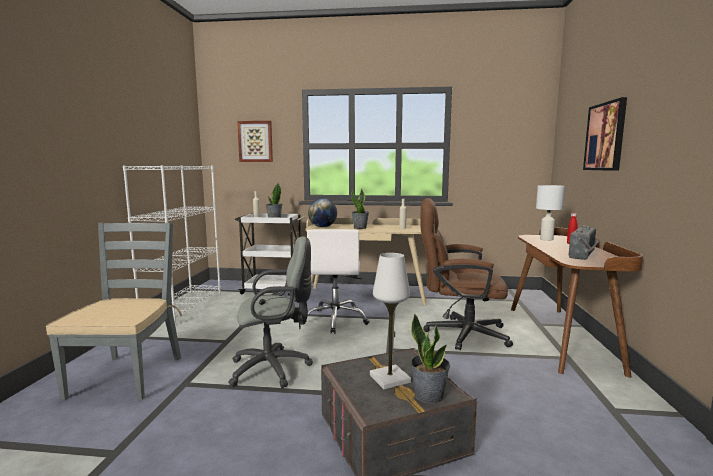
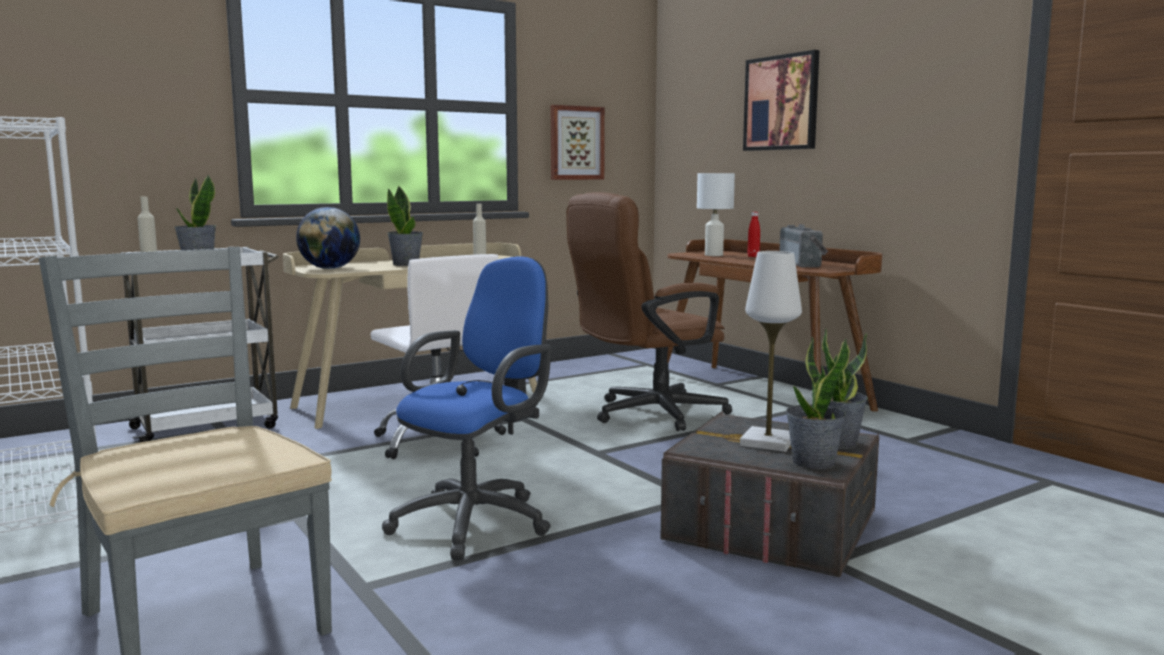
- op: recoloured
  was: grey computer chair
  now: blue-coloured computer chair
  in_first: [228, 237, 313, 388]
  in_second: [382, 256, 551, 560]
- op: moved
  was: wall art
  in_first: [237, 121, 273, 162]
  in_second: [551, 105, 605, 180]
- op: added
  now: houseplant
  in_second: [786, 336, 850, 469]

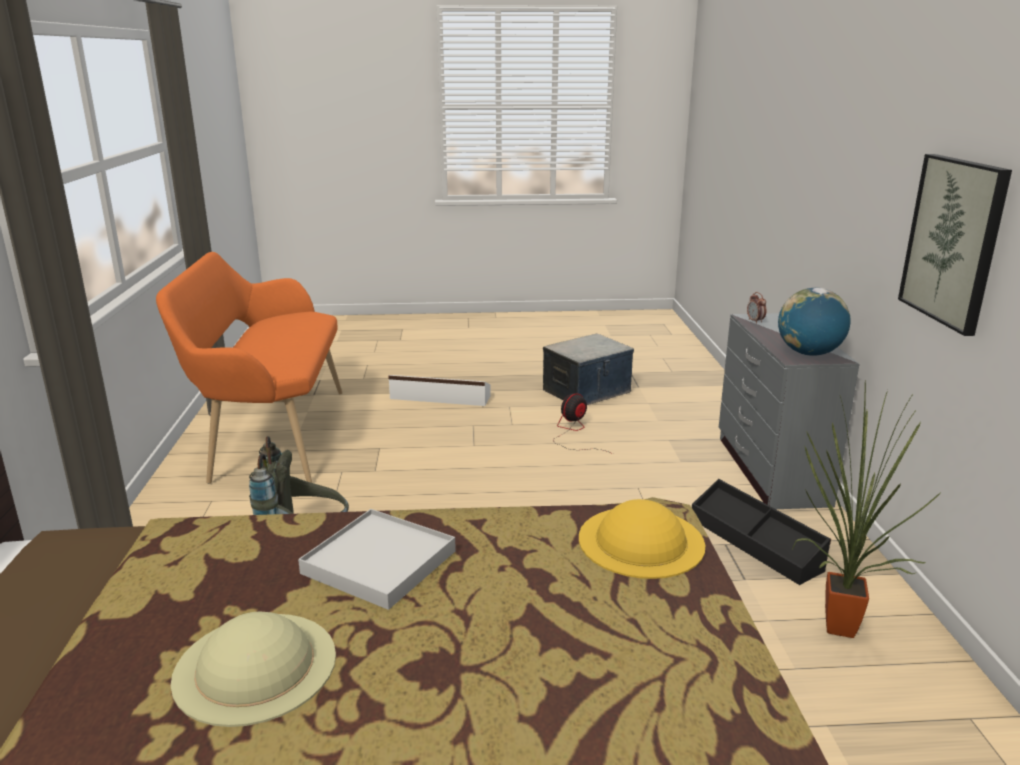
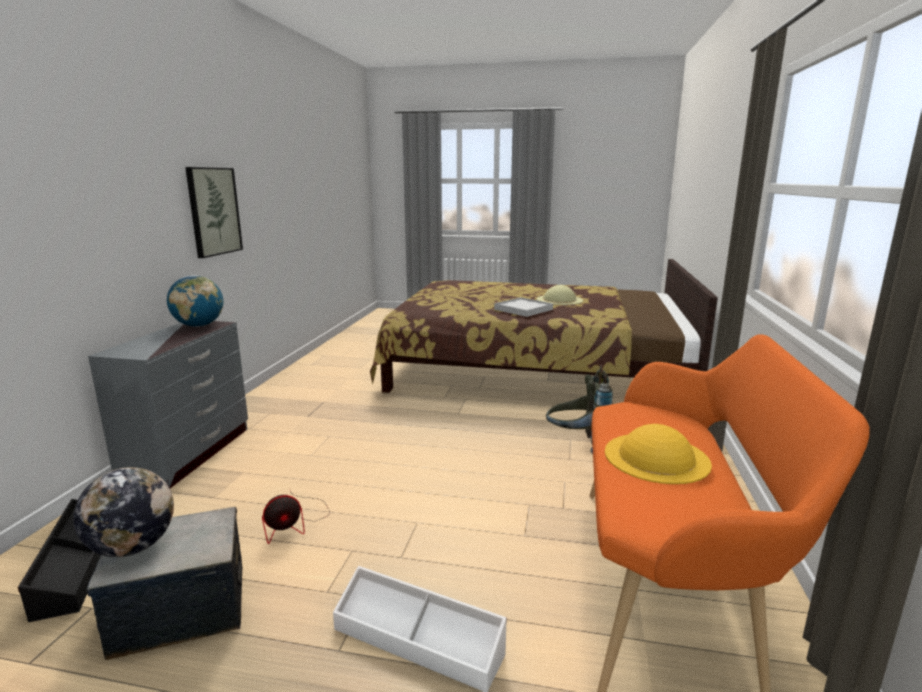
- op: moved
  was: blackish storage container
  in_first: [692, 479, 831, 585]
  in_second: [18, 499, 101, 622]
- op: added
  now: world globe
  in_second: [73, 467, 174, 557]
- op: moved
  was: yellow wearable hat
  in_first: [579, 499, 705, 579]
  in_second: [605, 424, 712, 484]
- op: removed
  was: bedside clock
  in_first: [747, 292, 767, 324]
- op: removed
  was: houseplant
  in_first: [792, 381, 941, 638]

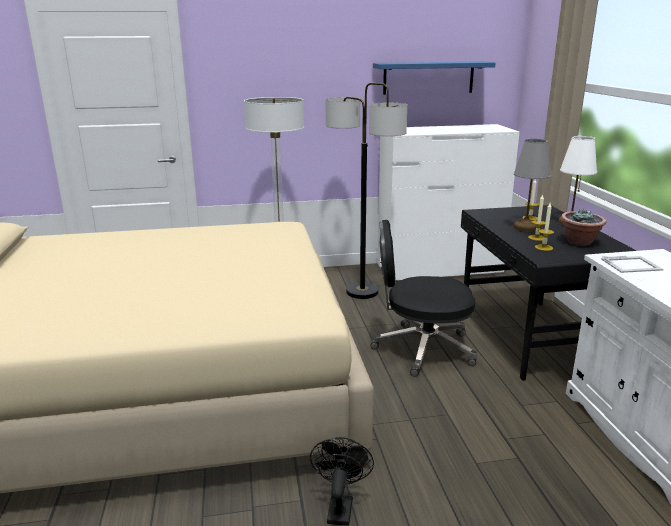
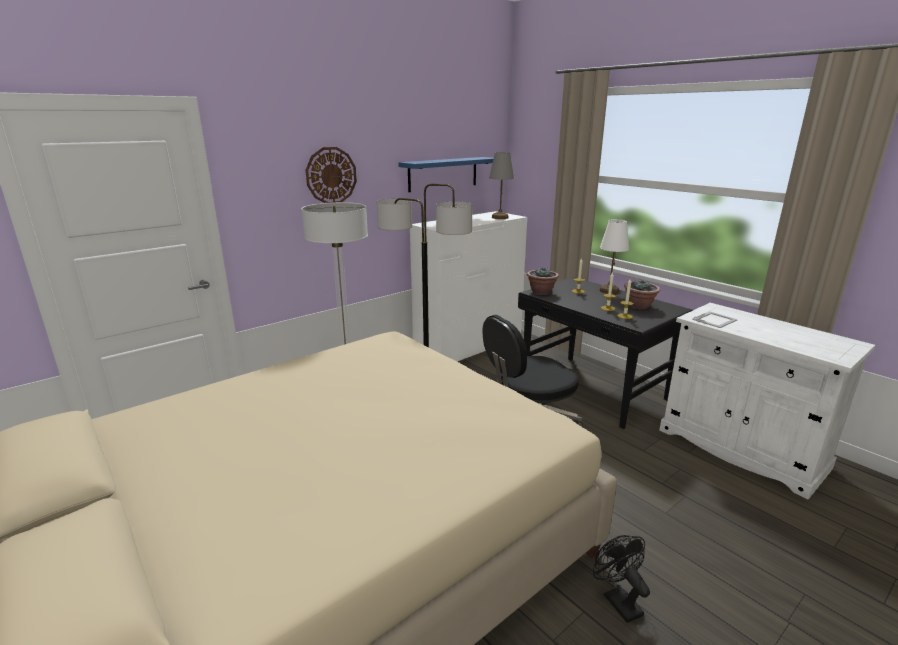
- op: added
  now: hanging clock
  in_second: [305, 147, 357, 203]
- op: moved
  was: grey table lamp
  in_first: [514, 139, 551, 232]
  in_second: [489, 152, 514, 219]
- op: added
  now: houseplant
  in_second: [527, 267, 559, 295]

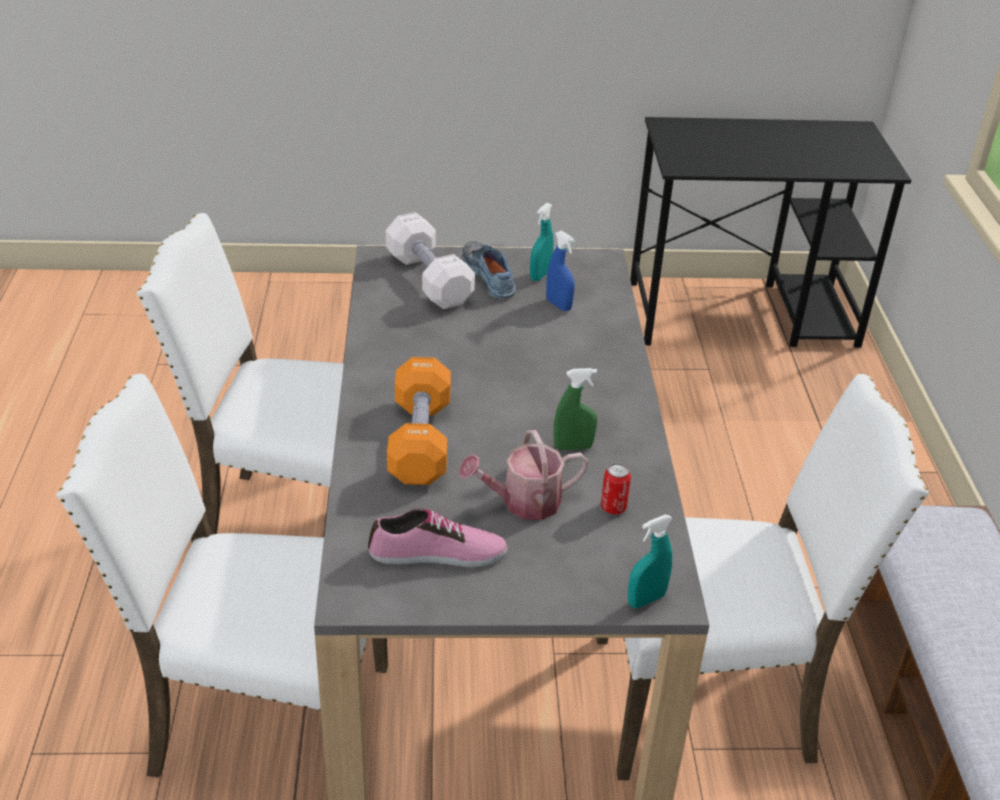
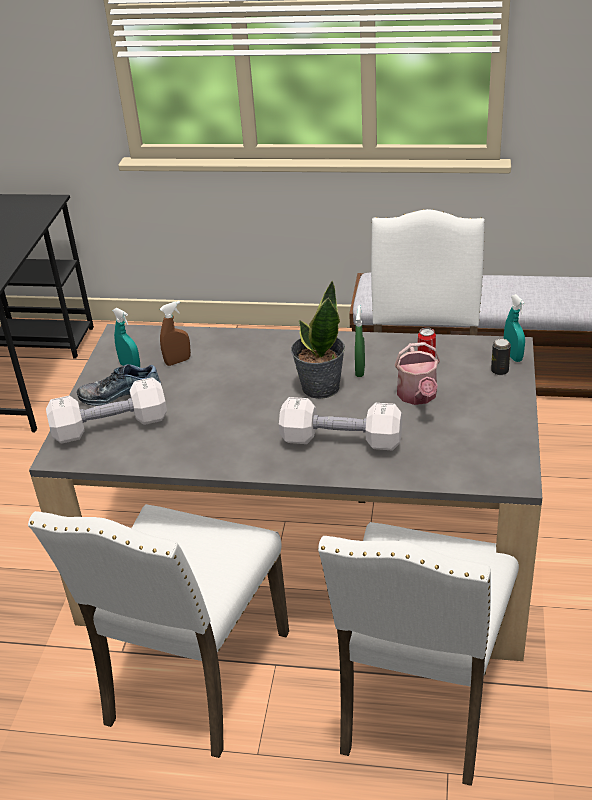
- op: recoloured
  was: blue-coloured spray bottle
  now: brown spray bottle
  in_first: [546, 231, 575, 311]
  in_second: [160, 301, 191, 366]
- op: recoloured
  was: orange-coloured hand weight
  now: white-coloured hand weight
  in_first: [387, 357, 451, 485]
  in_second: [279, 397, 402, 451]
- op: added
  now: houseplant
  in_second: [291, 280, 345, 399]
- op: added
  now: metal can
  in_second: [491, 339, 511, 375]
- op: removed
  was: shoe
  in_first: [368, 509, 507, 567]

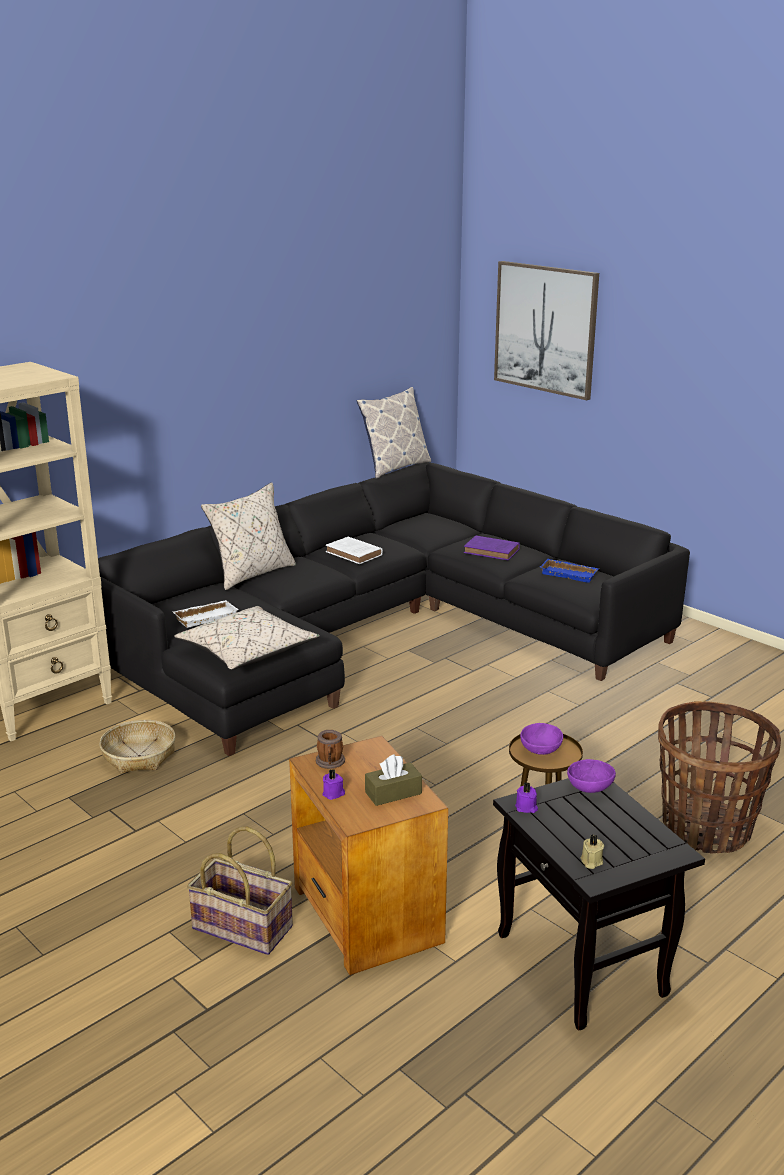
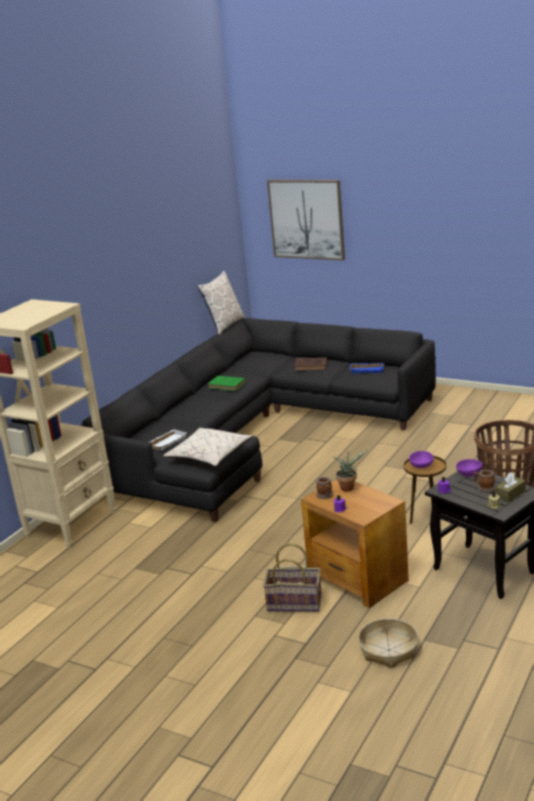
- op: recoloured
  was: white-coloured book
  now: green book
  in_first: [326, 537, 383, 564]
  in_second: [208, 376, 246, 391]
- op: recoloured
  was: purple-coloured book
  now: brown book
  in_first: [464, 535, 520, 560]
  in_second: [294, 358, 327, 371]
- op: added
  now: houseplant
  in_second: [334, 450, 367, 492]
- op: moved
  was: storage basket
  in_first: [99, 720, 175, 773]
  in_second: [358, 618, 419, 668]
- op: added
  now: coffee mug
  in_second: [474, 470, 496, 493]
- op: moved
  was: brown tissue holder
  in_first: [365, 755, 422, 806]
  in_second: [496, 472, 526, 503]
- op: removed
  was: beige-coloured throw pillow
  in_first: [201, 483, 296, 590]

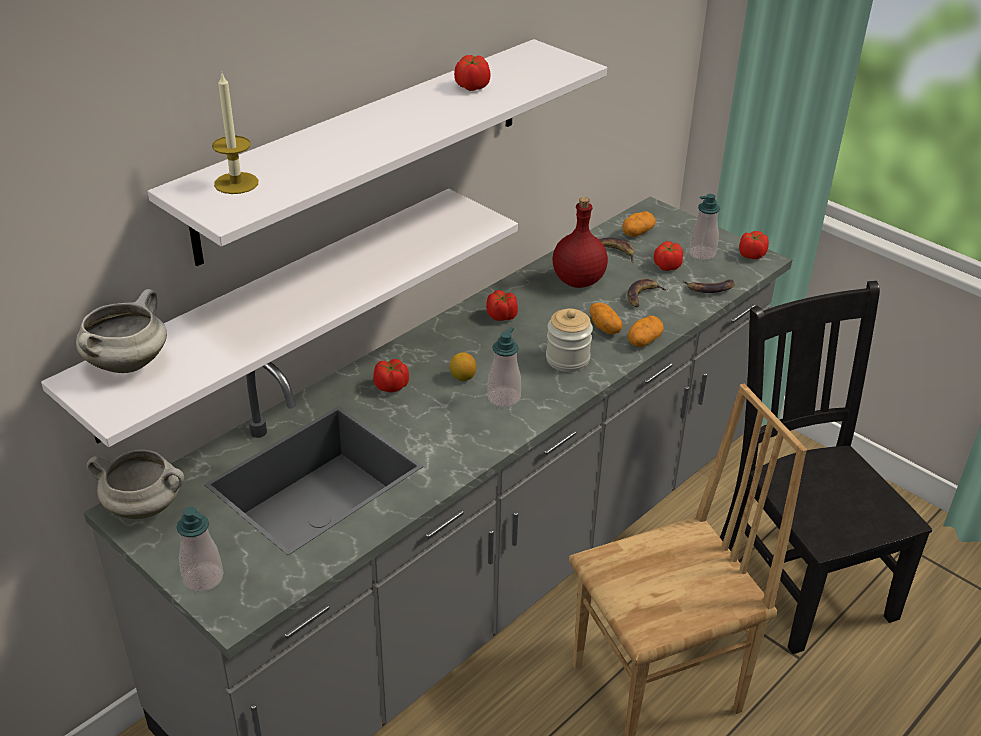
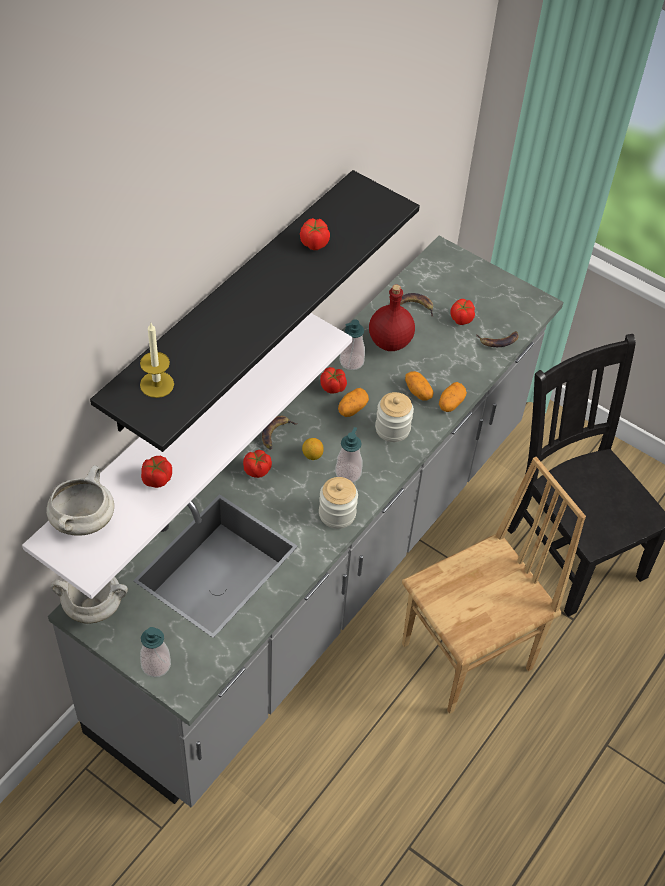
- op: recoloured
  was: white-coloured wall shelf
  now: blackish wall shelf
  in_first: [148, 39, 607, 266]
  in_second: [90, 170, 420, 452]
- op: moved
  was: fresh tomato
  in_first: [739, 231, 769, 259]
  in_second: [141, 456, 172, 488]
- op: moved
  was: banana
  in_first: [627, 279, 668, 308]
  in_second: [262, 416, 298, 449]
- op: added
  now: preserve jar
  in_second: [319, 477, 358, 529]
- op: moved
  was: potato
  in_first: [622, 211, 656, 237]
  in_second: [338, 388, 369, 417]
- op: moved
  was: soap dispenser
  in_first: [688, 194, 720, 260]
  in_second: [340, 319, 365, 370]

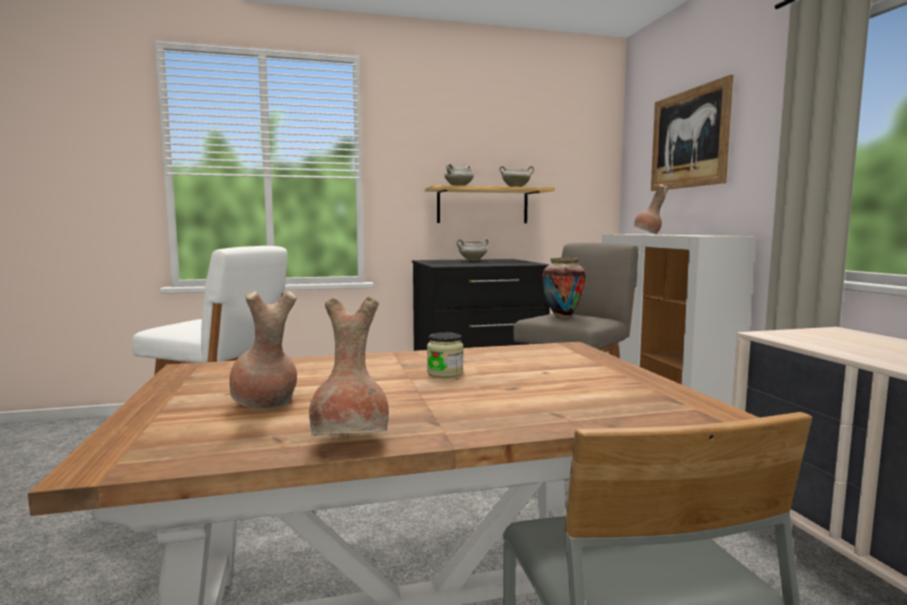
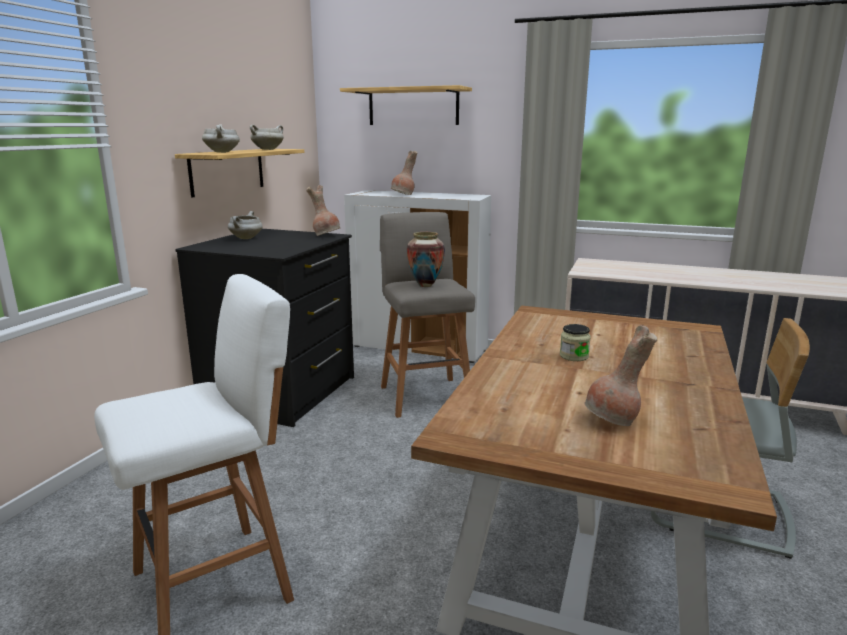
- op: moved
  was: brown vase
  in_first: [309, 296, 389, 436]
  in_second: [306, 185, 340, 236]
- op: replaced
  was: wall art
  now: wall shelf
  in_first: [651, 75, 733, 191]
  in_second: [340, 85, 472, 125]

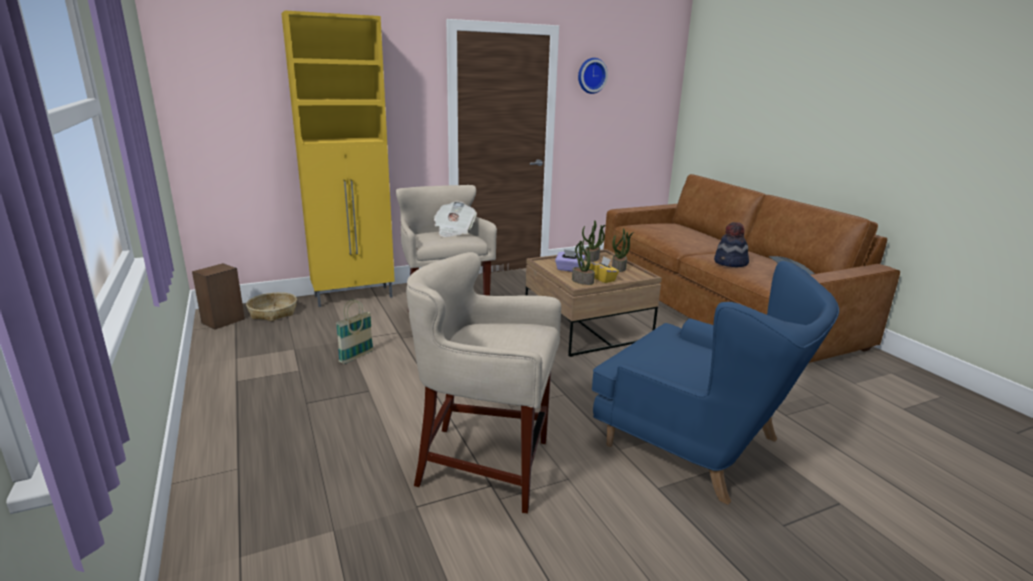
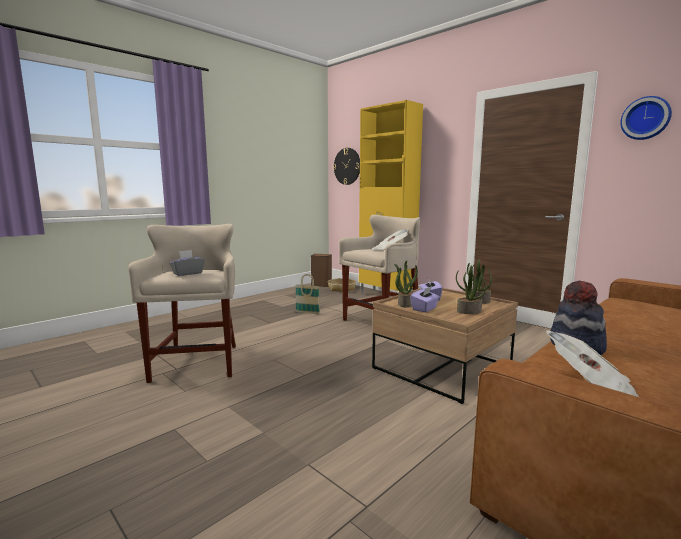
- op: added
  now: grey tissue holder
  in_second: [169, 250, 205, 276]
- op: added
  now: hanging clock
  in_second: [333, 148, 360, 185]
- op: recoloured
  was: yellow tissue holder
  now: purple-coloured tissue holder
  in_first: [589, 256, 619, 283]
  in_second: [411, 286, 440, 312]
- op: removed
  was: blue-coloured lounge chair
  in_first: [592, 261, 839, 505]

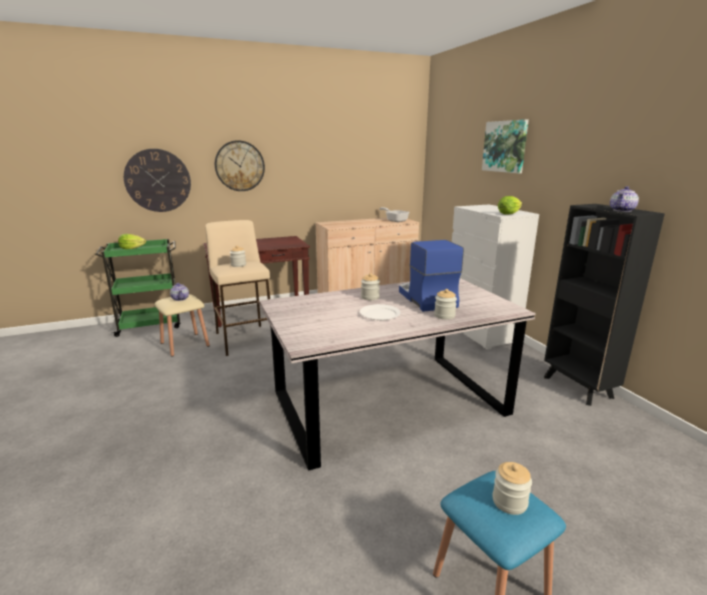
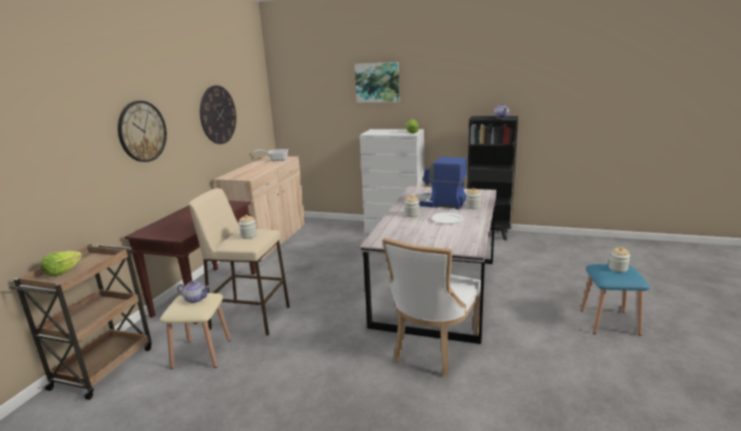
- op: recoloured
  was: green cart
  now: brown cart
  in_first: [95, 239, 180, 337]
  in_second: [9, 244, 152, 400]
- op: moved
  was: hanging clock
  in_first: [124, 149, 191, 212]
  in_second: [200, 85, 236, 144]
- op: added
  now: white-coloured chair
  in_second: [382, 238, 481, 377]

